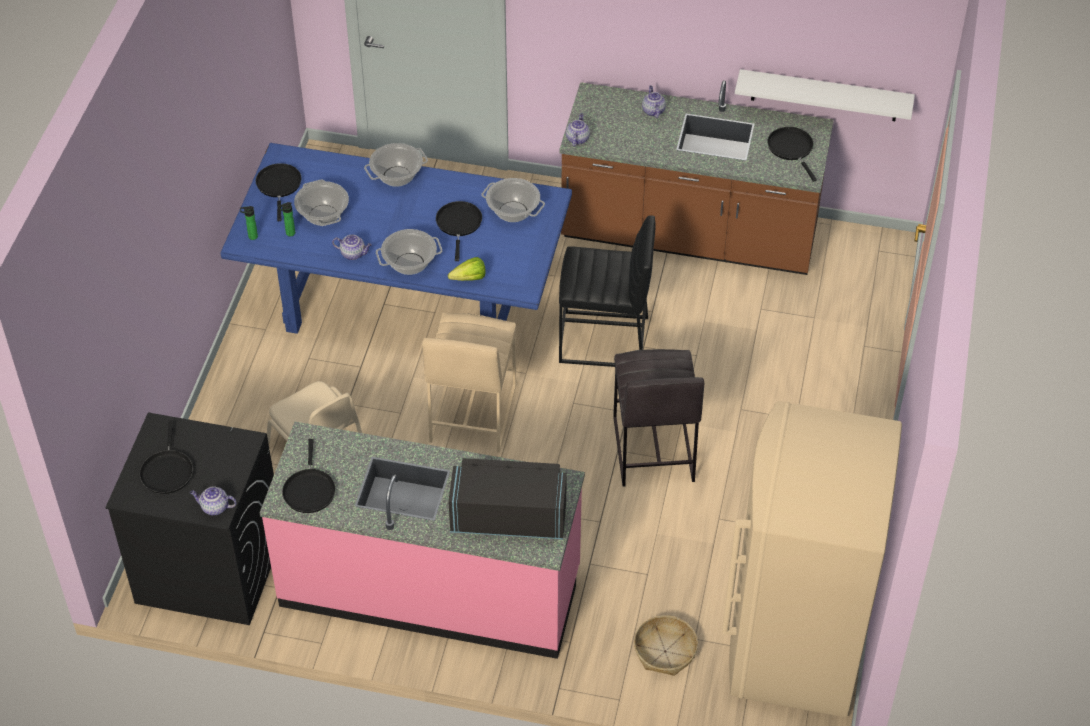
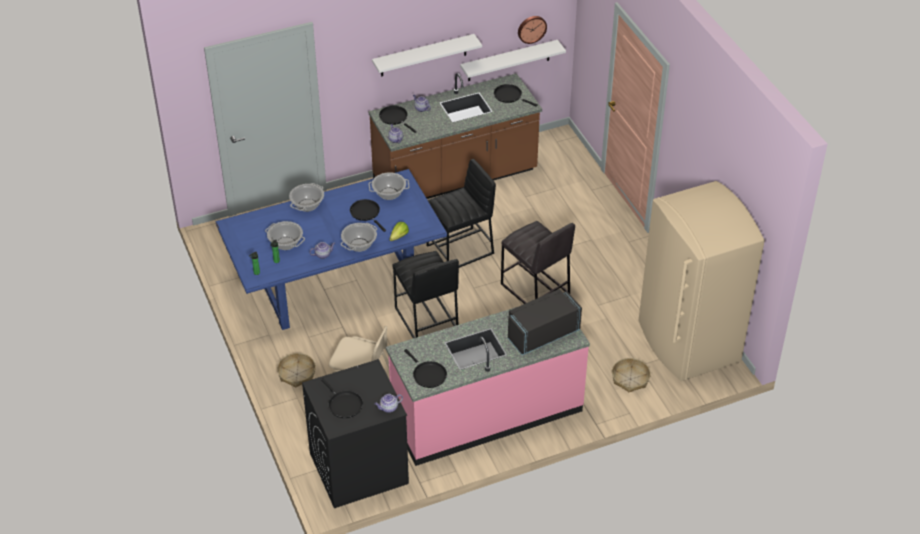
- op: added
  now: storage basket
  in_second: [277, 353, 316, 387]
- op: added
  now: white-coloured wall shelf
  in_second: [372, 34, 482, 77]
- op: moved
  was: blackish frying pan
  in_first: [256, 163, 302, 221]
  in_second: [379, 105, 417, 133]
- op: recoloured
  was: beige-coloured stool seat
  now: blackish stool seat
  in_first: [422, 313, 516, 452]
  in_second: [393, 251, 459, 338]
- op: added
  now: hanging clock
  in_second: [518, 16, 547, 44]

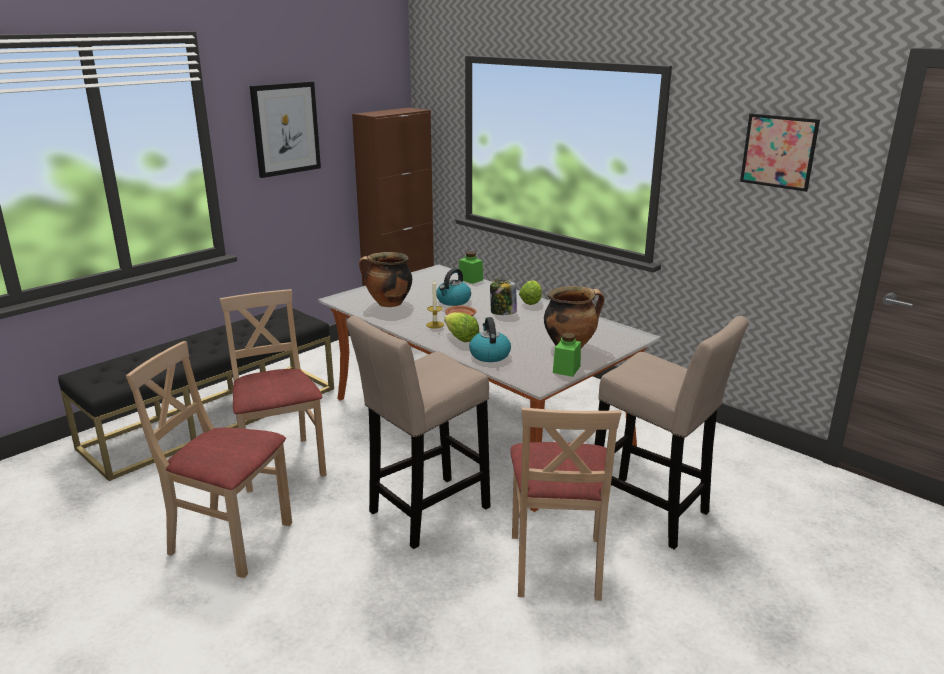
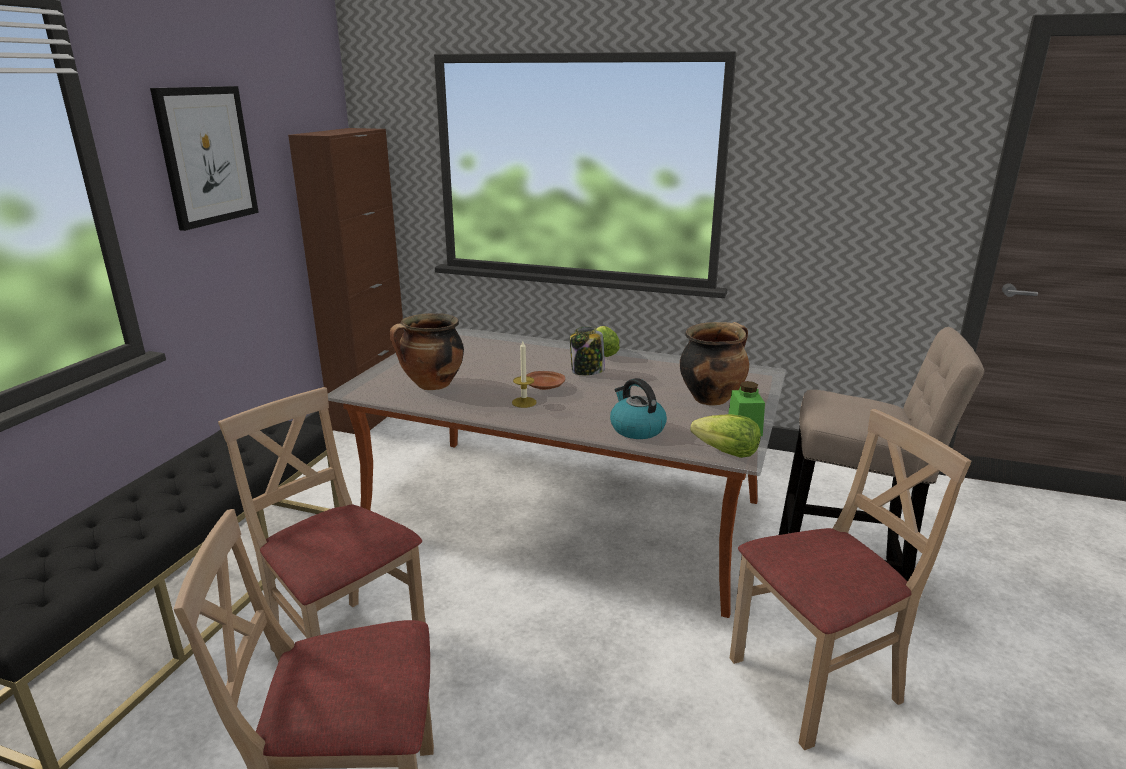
- op: moved
  was: lettuce head
  in_first: [444, 312, 480, 342]
  in_second: [690, 414, 761, 458]
- op: turned
  was: beige-coloured chair
  in_first: [510, 407, 621, 601]
  in_second: [730, 409, 971, 750]
  clockwise: -90
- op: removed
  was: beige-coloured stool seat
  in_first: [346, 316, 490, 549]
- op: removed
  was: water kettle
  in_first: [436, 268, 471, 306]
- op: removed
  was: green preserve jar
  in_first: [459, 251, 483, 284]
- op: removed
  was: wall art
  in_first: [740, 114, 820, 192]

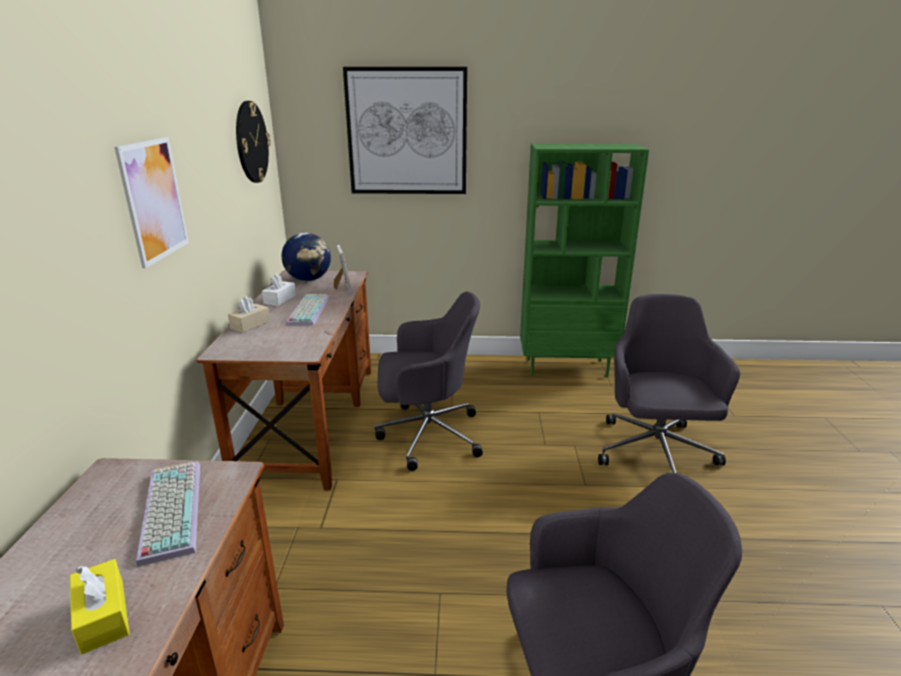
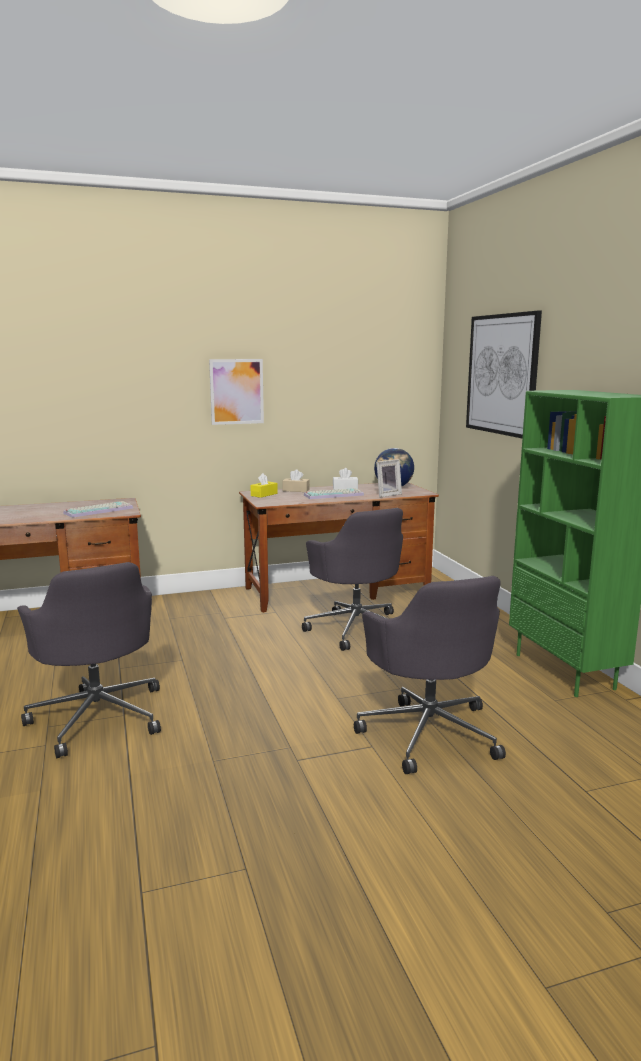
- op: moved
  was: yellow tissue holder
  in_first: [70, 559, 130, 655]
  in_second: [250, 473, 278, 498]
- op: turned
  was: grey computer chair
  in_first: [598, 294, 740, 473]
  in_second: [354, 576, 506, 774]
  clockwise: 90
- op: removed
  was: hanging clock
  in_first: [236, 101, 271, 183]

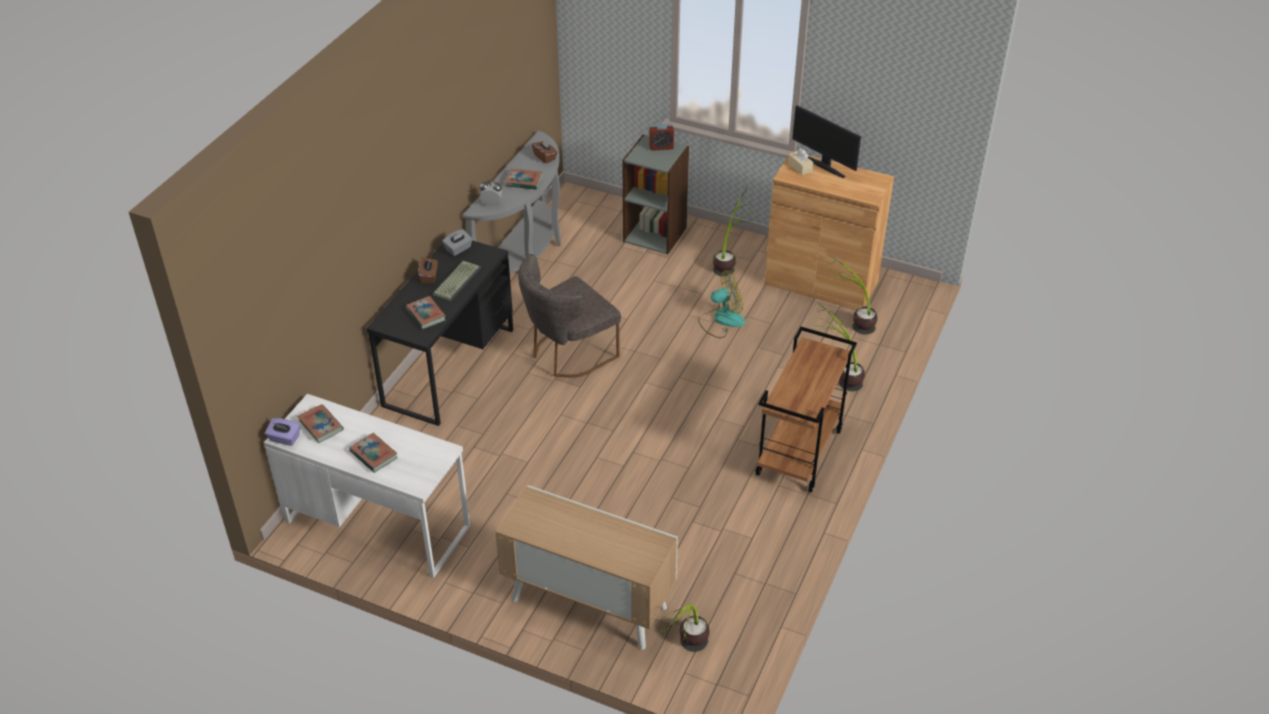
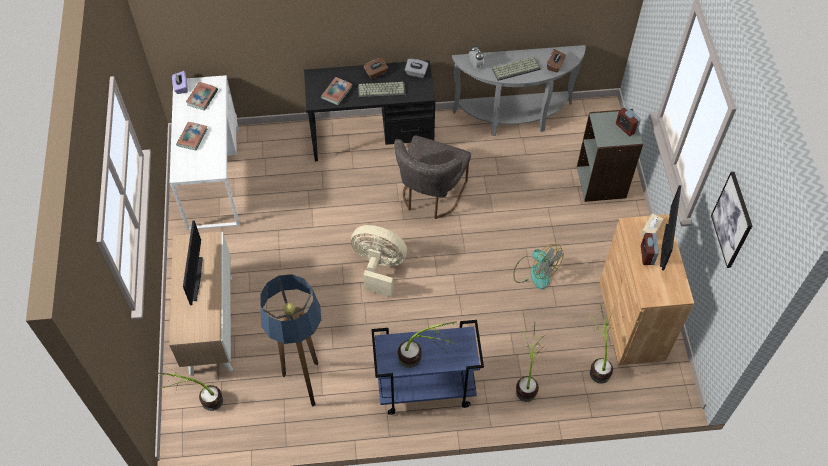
- op: added
  now: computer screen
  in_second: [183, 220, 203, 305]
- op: added
  now: standard lamp
  in_second: [260, 274, 321, 406]
- op: added
  now: beige-coloured electric fan
  in_second: [351, 225, 407, 298]
- op: recoloured
  was: brown cart
  now: blue-coloured cart
  in_first: [755, 327, 857, 493]
  in_second: [371, 320, 484, 415]
- op: turned
  was: grey chair
  in_first: [518, 254, 621, 378]
  in_second: [394, 136, 471, 219]
  clockwise: -90
- op: moved
  was: houseplant
  in_first: [713, 187, 756, 277]
  in_second: [398, 321, 458, 368]
- op: replaced
  was: book
  now: PC keyboard
  in_first: [505, 169, 543, 190]
  in_second: [492, 57, 541, 81]
- op: added
  now: bedside clock
  in_second: [641, 233, 659, 265]
- op: added
  now: wall art
  in_second: [711, 172, 752, 268]

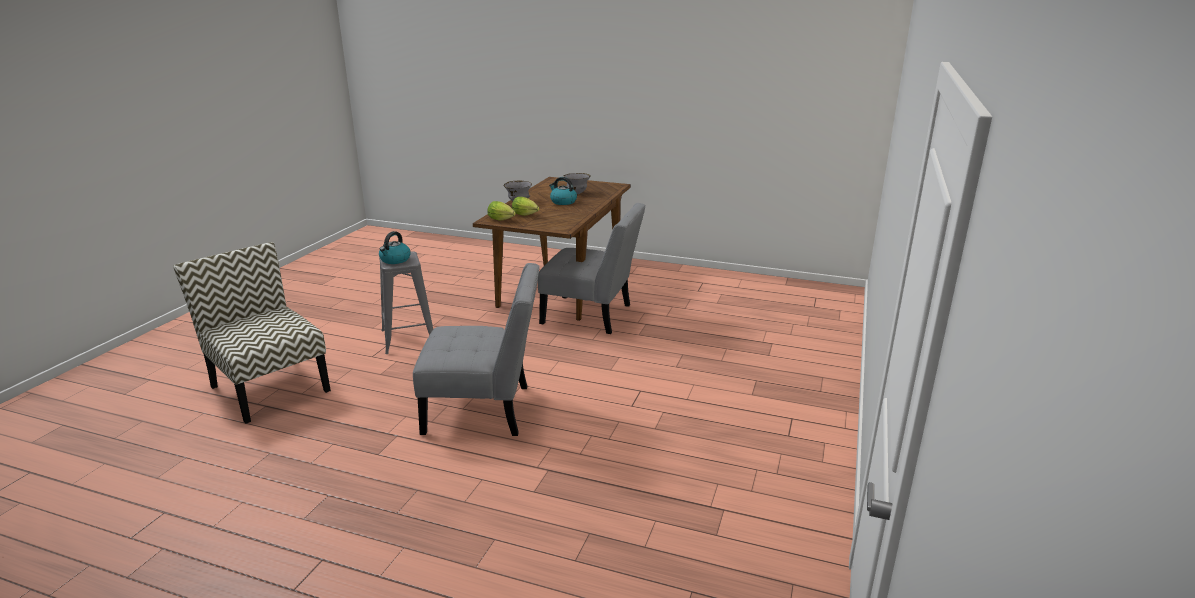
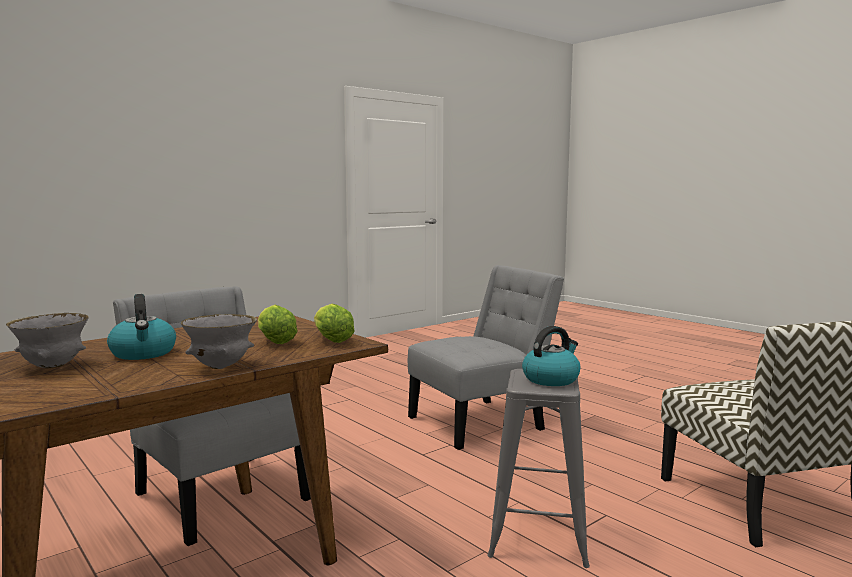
- op: turned
  was: grey chair
  in_first: [413, 263, 540, 436]
  in_second: [408, 265, 564, 450]
  clockwise: 120

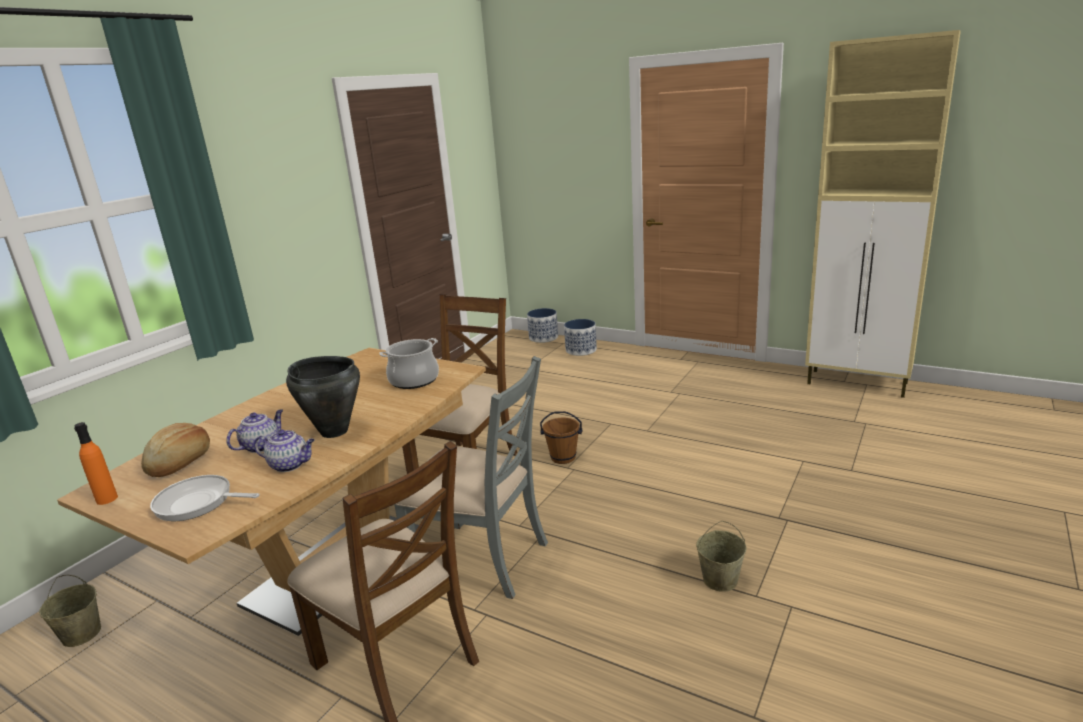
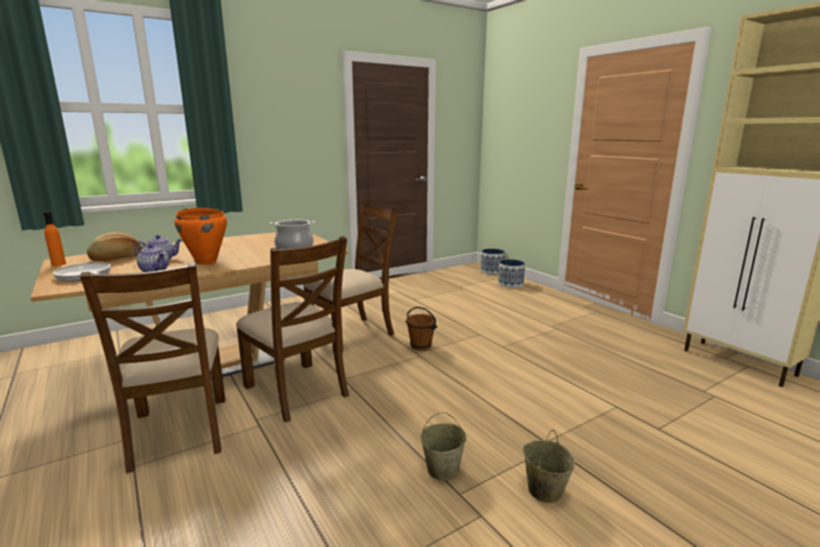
- op: recoloured
  was: blackish stockpot
  now: orange-coloured stockpot
  in_first: [286, 356, 360, 438]
  in_second: [174, 208, 227, 265]
- op: recoloured
  was: grey chair
  now: brown chair
  in_first: [394, 356, 548, 599]
  in_second: [236, 236, 349, 422]
- op: moved
  was: beige-coloured water bucket
  in_first: [39, 575, 101, 647]
  in_second: [523, 430, 575, 503]

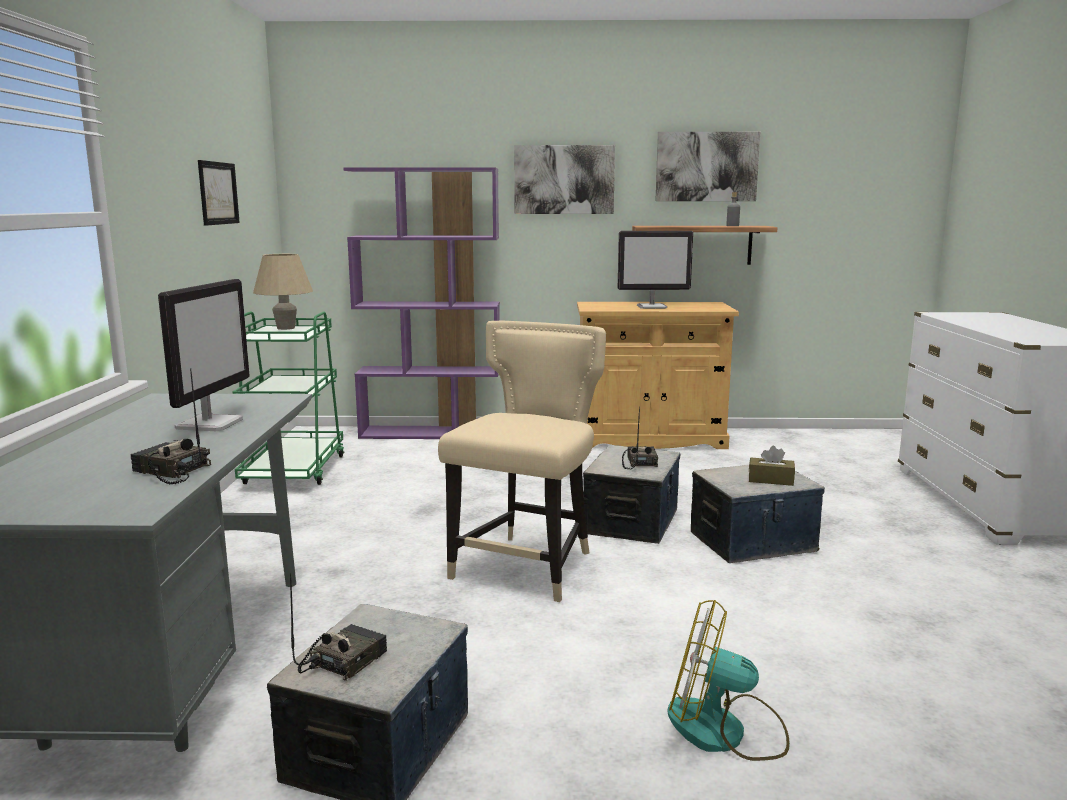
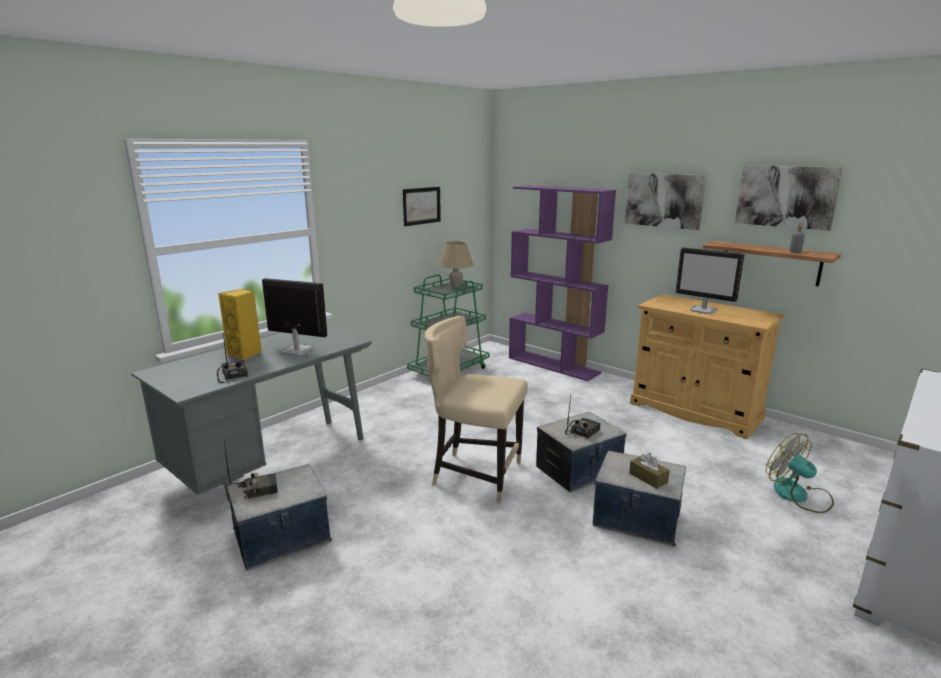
- op: added
  now: yellow audio speaker
  in_second: [218, 289, 262, 360]
- op: turned
  was: computer screen
  in_first: [158, 279, 250, 431]
  in_second: [262, 278, 328, 356]
  clockwise: -120
- op: turned
  was: beige-coloured chair
  in_first: [438, 321, 606, 602]
  in_second: [425, 316, 528, 503]
  clockwise: -135
- op: moved
  was: electric fan
  in_first: [668, 600, 790, 761]
  in_second: [766, 433, 834, 513]

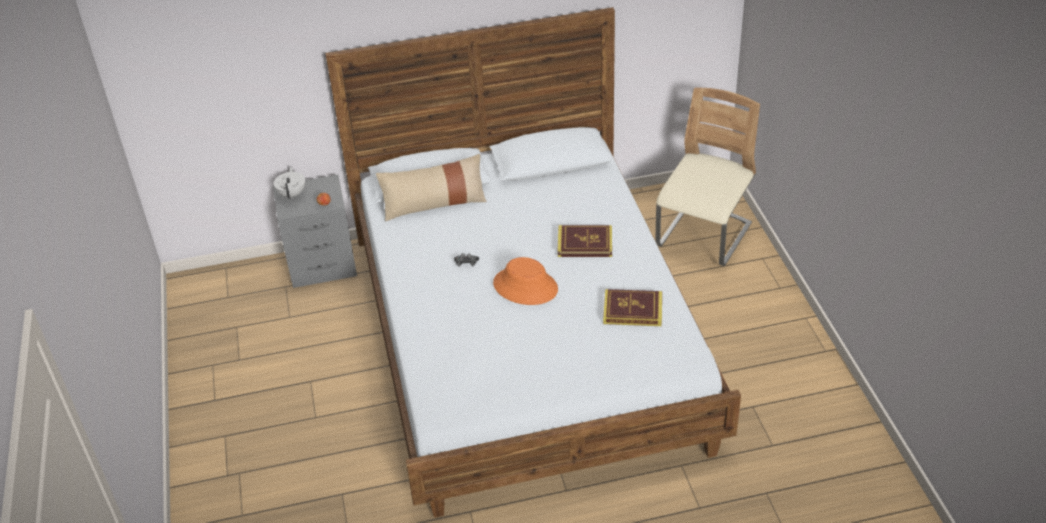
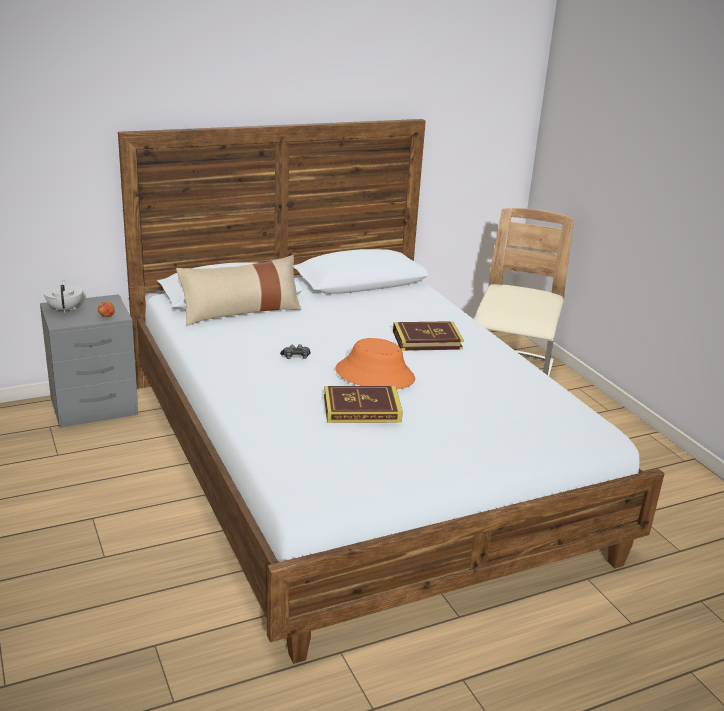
- op: moved
  was: book
  in_first: [603, 289, 662, 326]
  in_second: [324, 386, 403, 423]

